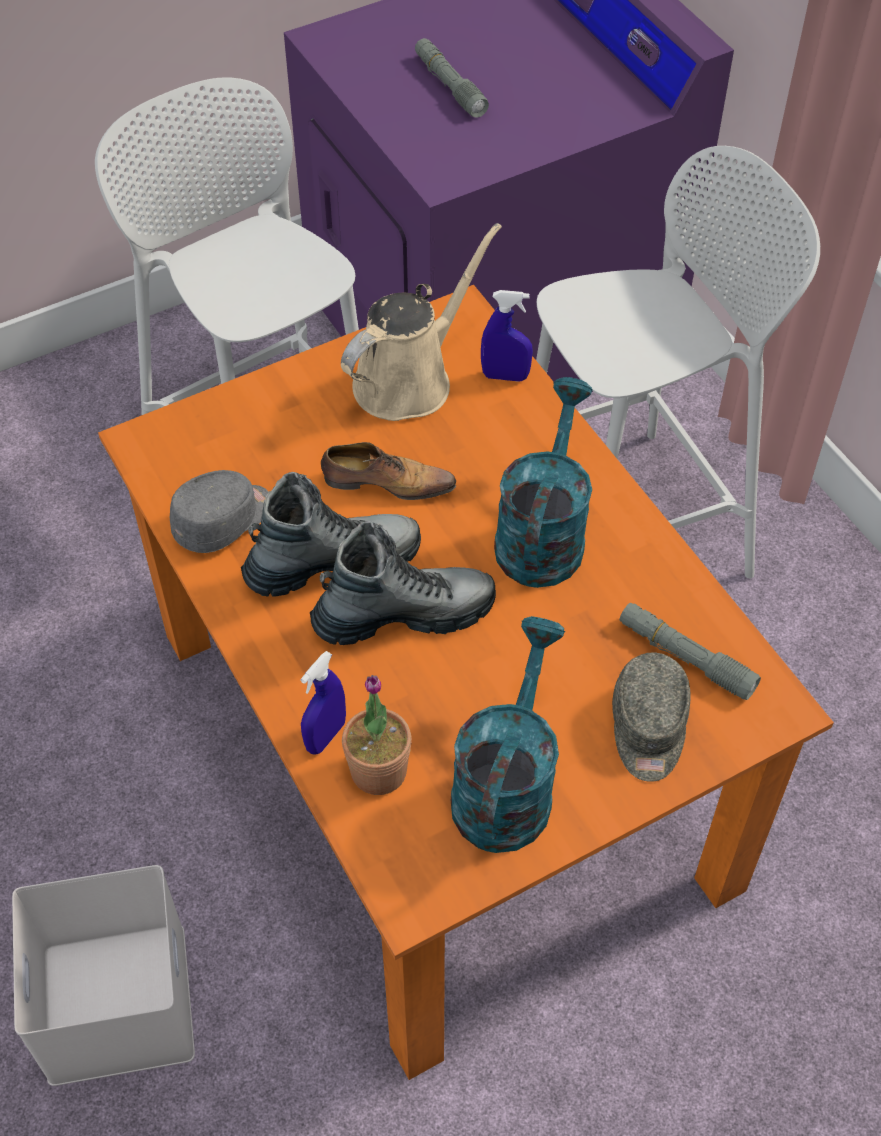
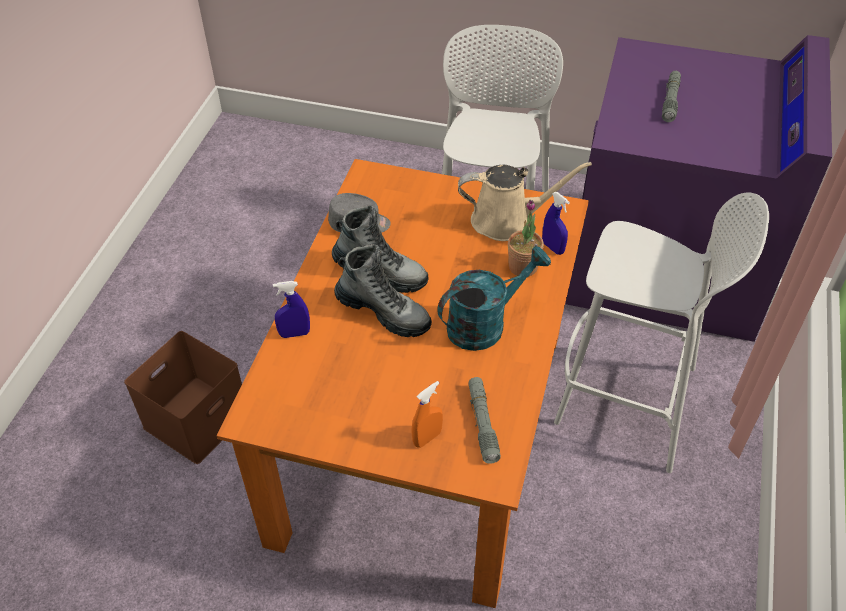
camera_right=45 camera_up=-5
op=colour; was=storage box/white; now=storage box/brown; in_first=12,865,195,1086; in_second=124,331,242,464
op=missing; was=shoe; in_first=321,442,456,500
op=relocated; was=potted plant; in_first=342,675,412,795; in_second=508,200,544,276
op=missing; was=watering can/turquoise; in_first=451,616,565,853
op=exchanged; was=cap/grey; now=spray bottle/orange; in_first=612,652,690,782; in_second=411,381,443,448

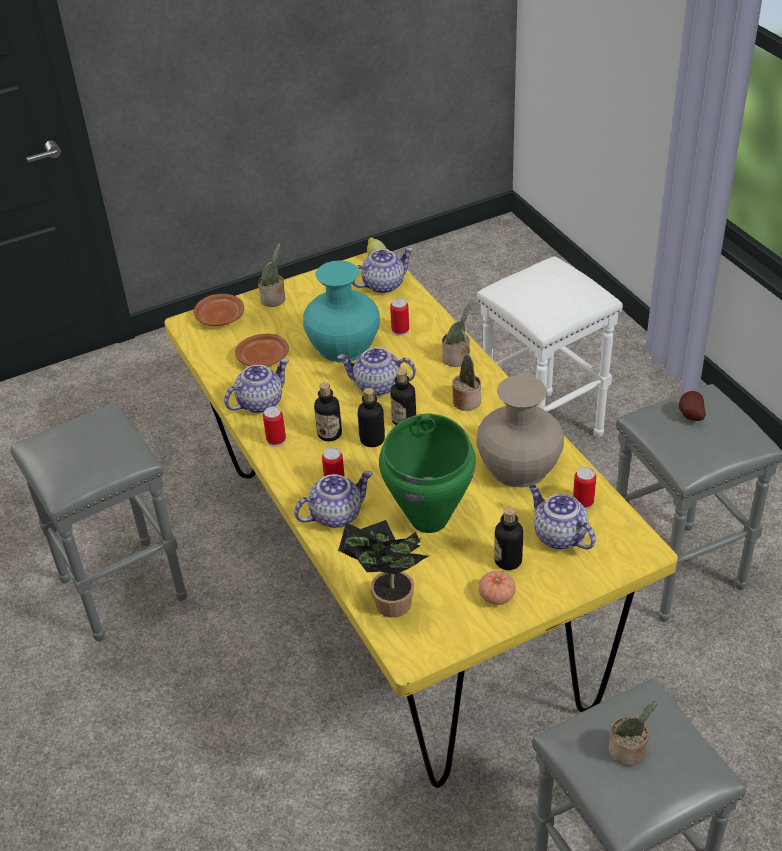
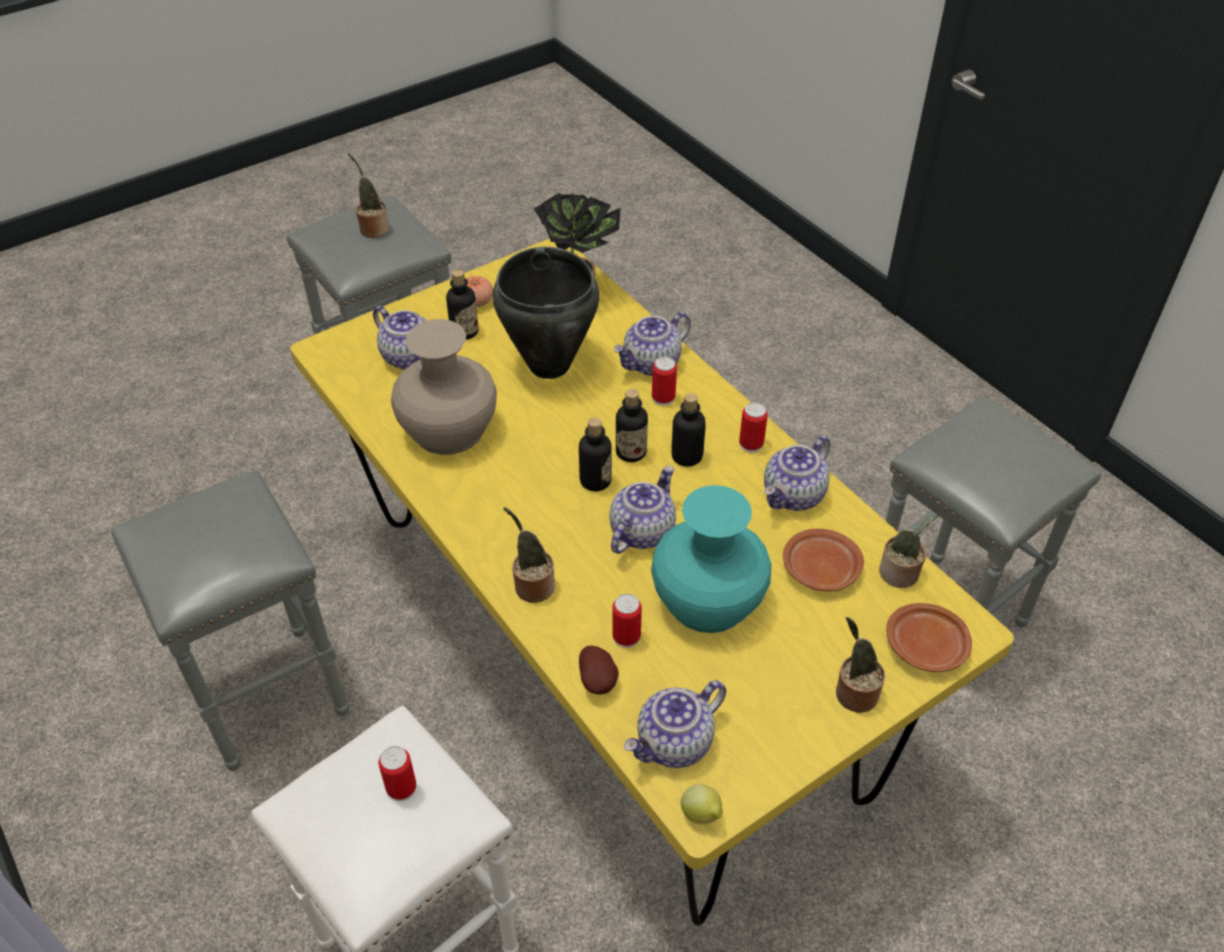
camera_right=170 camera_up=5
op=spun; was=teapot; in_first=337,347,416,396; in_second=609,466,676,554; clockwise=-60
op=colour; was=cooking pot/green; now=cooking pot/black; in_first=379,414,476,533; in_second=492,246,599,379
op=relocated; was=potted plant; in_first=452,329,481,411; in_second=879,516,935,588
op=relocated; was=can; in_first=573,467,596,509; in_second=379,746,416,801
op=relocated; was=potato; in_first=678,391,706,421; in_second=579,645,619,694

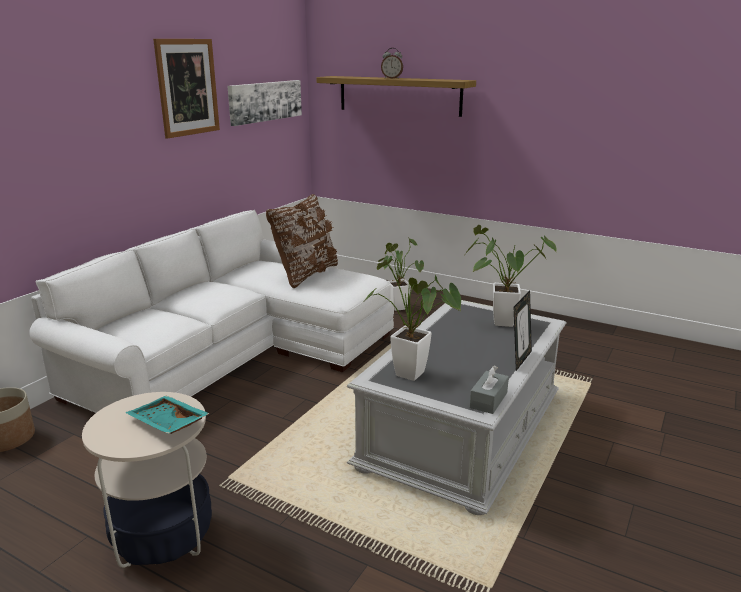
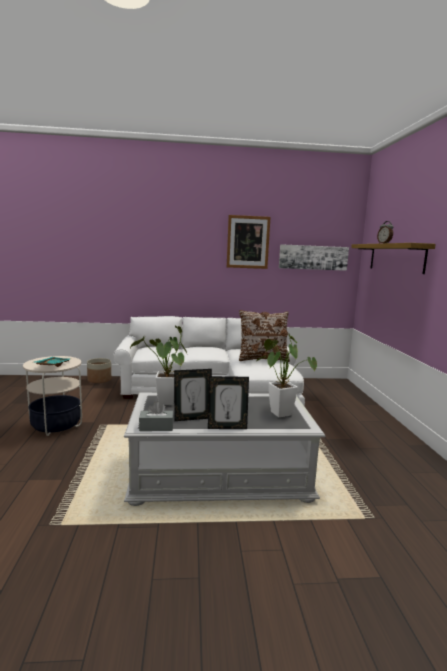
camera_right=55 camera_up=-10
op=missing; was=potted plant; in_first=378,237,424,311
op=appeared; now=picture frame; in_second=174,369,212,421

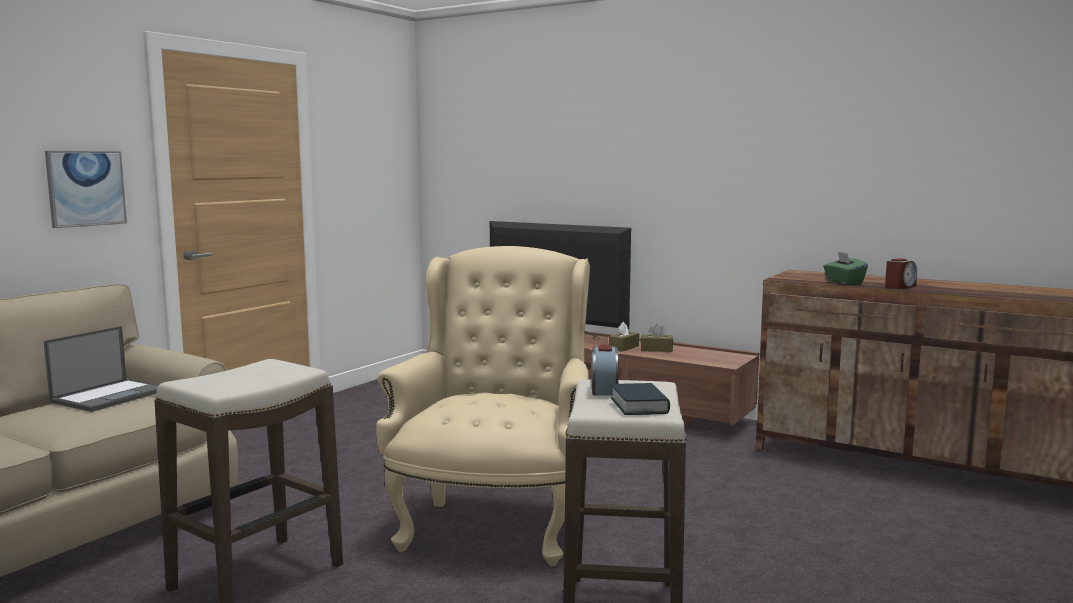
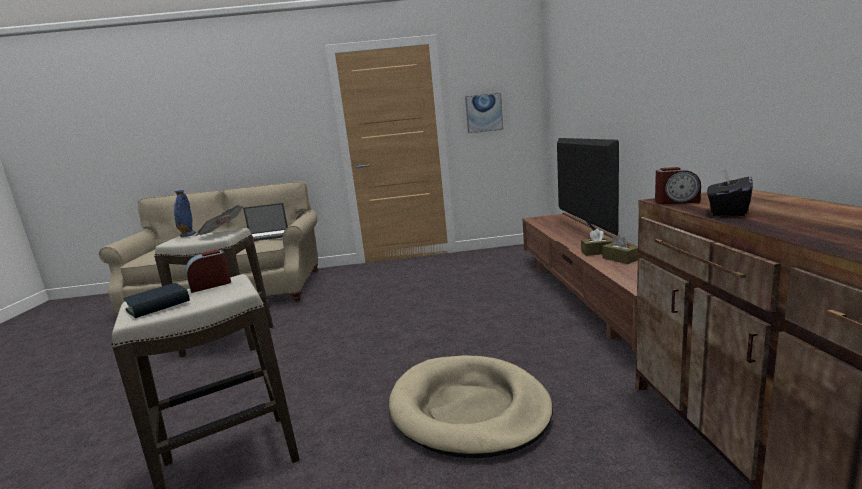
camera_right=55 camera_up=5
op=relocated; was=picture; in_first=45,151,127,228; in_second=465,93,503,133
op=missing; was=armchair/beige; in_first=376,246,590,566
op=colour; was=tissue box/green; now=tissue box/black; in_first=823,252,868,284; in_second=707,167,753,216
op=relocated; was=alarm clock; in_first=885,258,917,289; in_second=655,167,701,204
op=appeared; now=vase/blue; in_second=174,190,196,237
op=appeared; now=newspaper; in_second=195,205,243,236
op=appeared; now=dog bed/beige; in_second=389,355,553,458

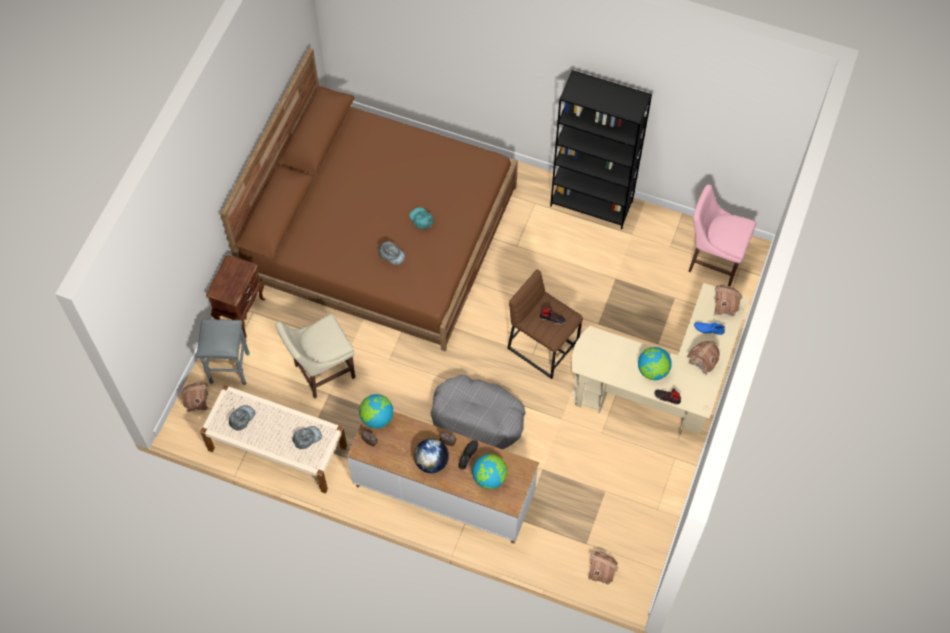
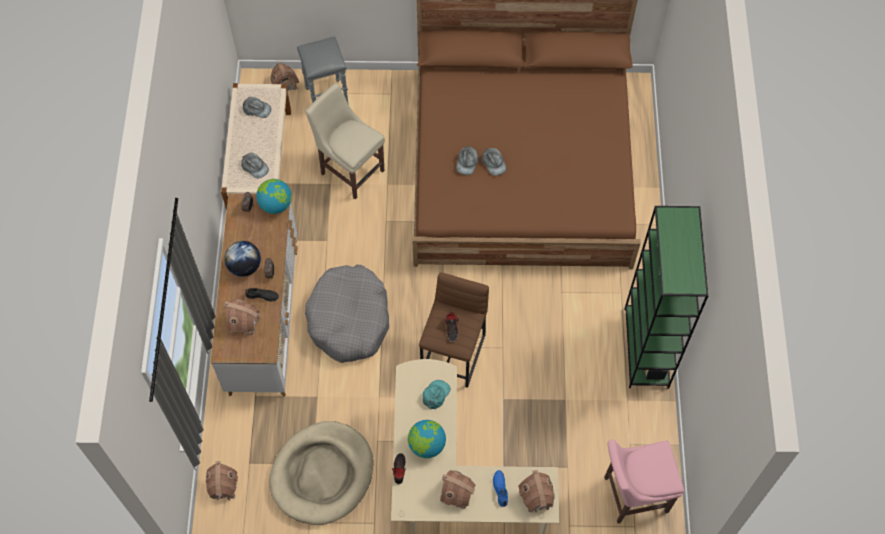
camera_right=70 camera_up=0
op=missing; was=nightstand/brown; in_first=206,255,266,338
op=relocated; was=cap/turquoise; in_first=409,207,434,229; in_second=423,380,451,409
op=exchanged; was=globe; now=toy house; in_first=472,454,507,489; in_second=224,299,260,335
op=colour; was=bookcase/black; now=bookcase/green; in_first=550,70,652,229; in_second=624,206,709,389
op=spun; was=chair/pink; in_first=688,184,756,287; in_second=604,439,684,523; clockwise=-105
op=appeared; now=dog bed/beige; in_second=270,421,373,525
op=appeared; now=cap/grey; in_second=482,148,507,176

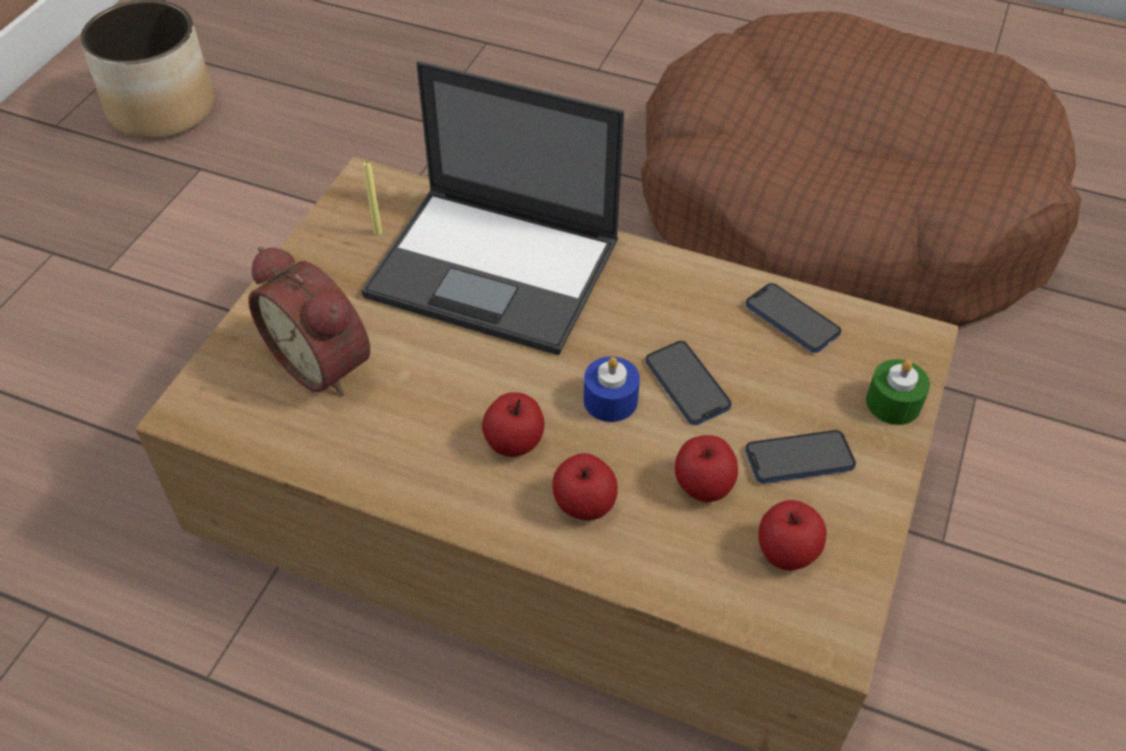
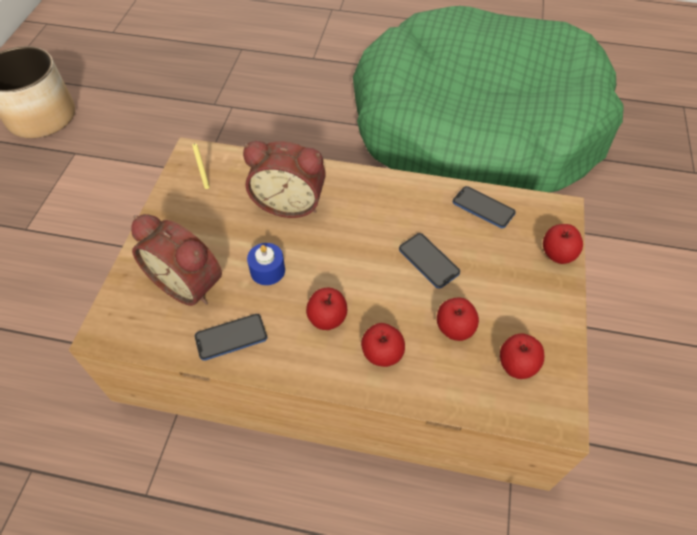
camera_right=-10 camera_up=5
op=exchanged; was=laptop; now=alarm clock; in_first=361,61,624,355; in_second=243,141,326,218
op=relocated; was=candle/blue; in_first=584,356,640,422; in_second=247,243,285,285
op=colour; was=dog bed/brown; now=dog bed/green; in_first=641,11,1081,327; in_second=353,6,624,192
op=relocated; was=phone; in_first=745,430,856,483; in_second=194,314,267,361
op=exchanged; was=candle/green; now=apple; in_first=866,359,930,425; in_second=543,224,583,264

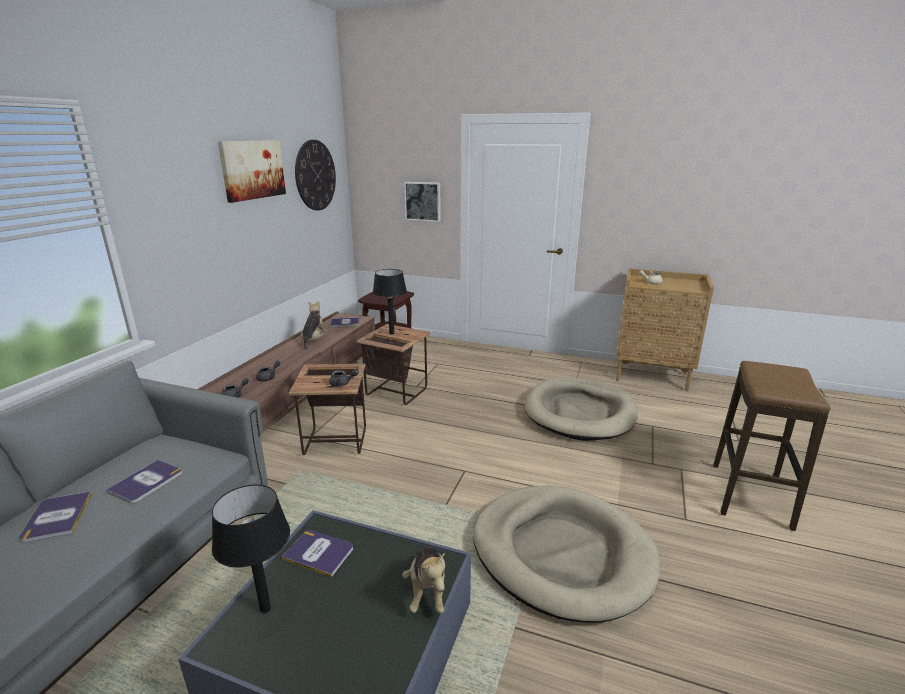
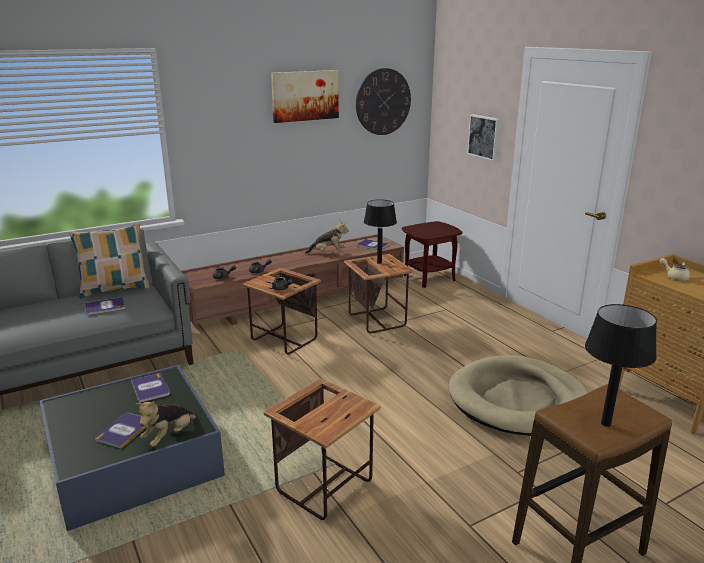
camera_right=40 camera_up=0
op=relocated; was=book; in_first=19,491,92,543; in_second=95,413,147,449
op=relocated; was=table lamp/black; in_first=212,485,290,613; in_second=585,304,657,427
op=spun; was=plush toy; in_first=301,301,327,350; in_second=305,220,349,254; clockwise=45
op=exchanged; was=dog bed/beige; now=side table; in_first=473,485,660,623; in_second=264,378,381,520
op=appeared; now=pillow; in_second=69,224,149,299

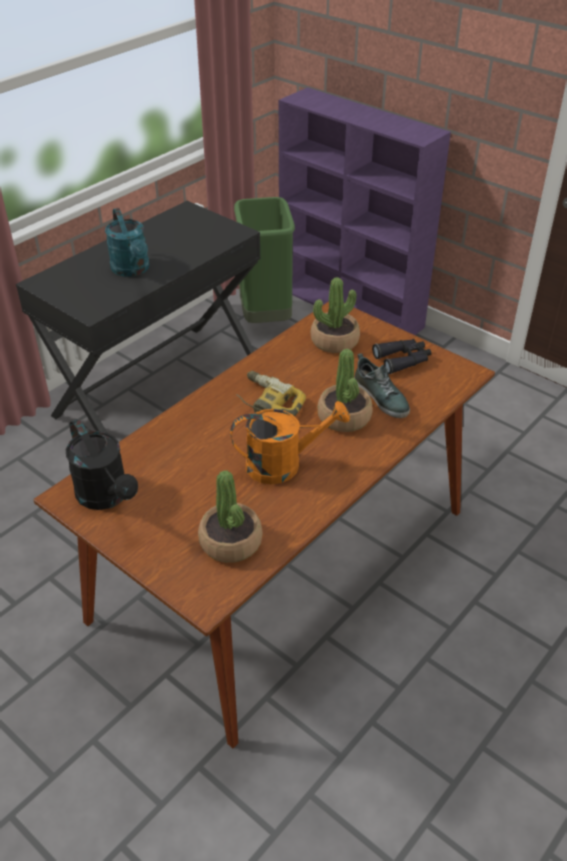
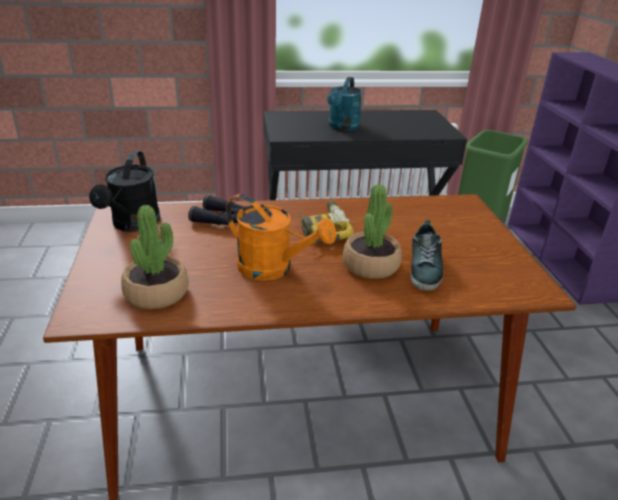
camera_right=40 camera_up=-10
op=missing; was=potted plant; in_first=311,277,360,353
op=relocated; was=binoculars/black; in_first=372,339,431,374; in_second=188,195,246,225

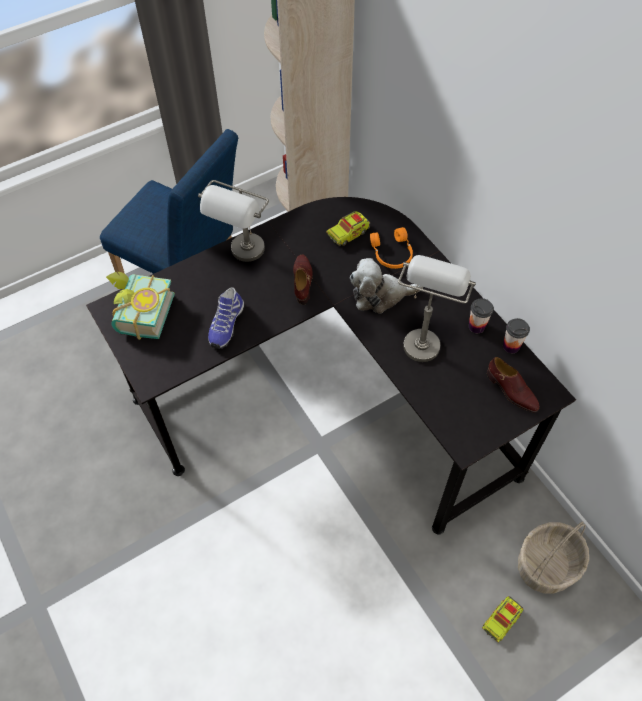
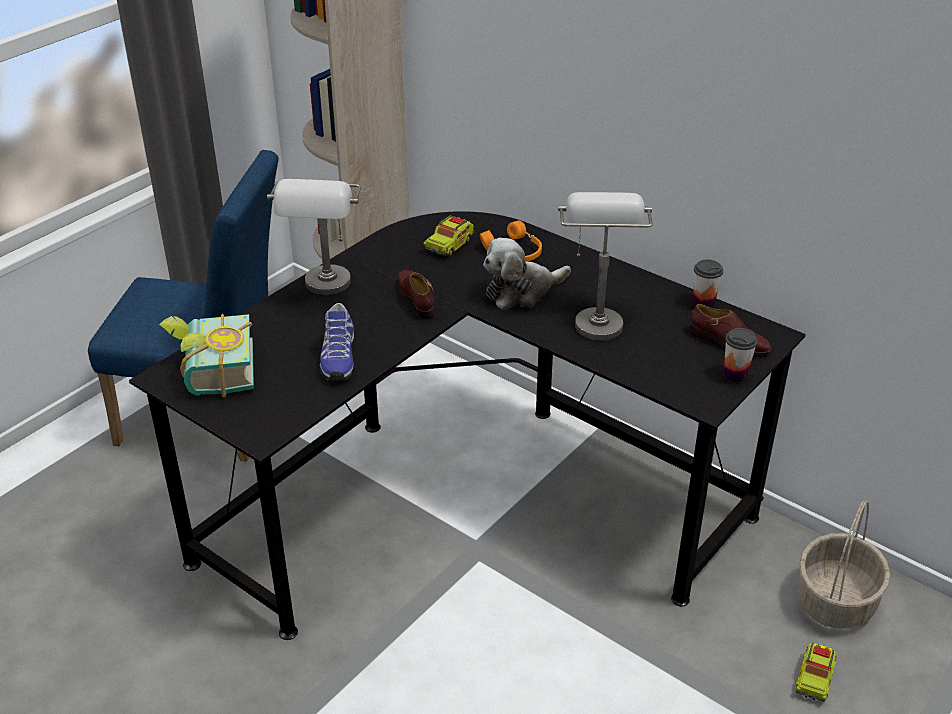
camera_right=-20 camera_up=-20
op=relocated; was=cup; in_first=469,298,494,333; in_second=724,328,758,383

